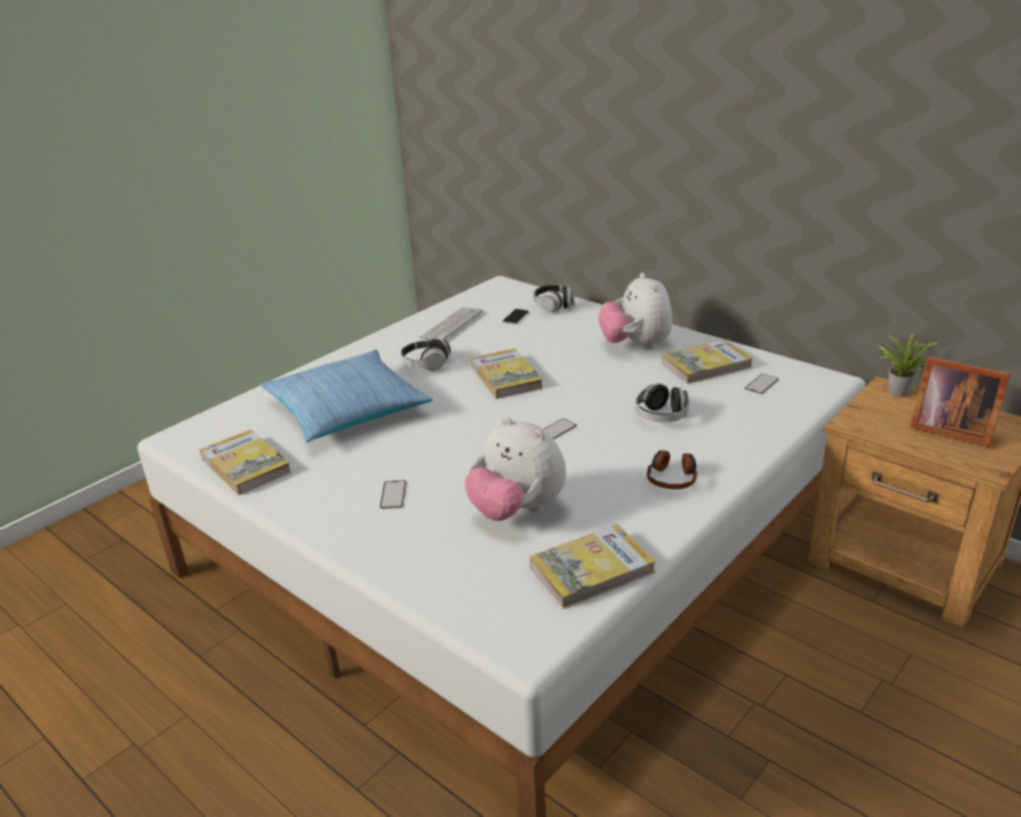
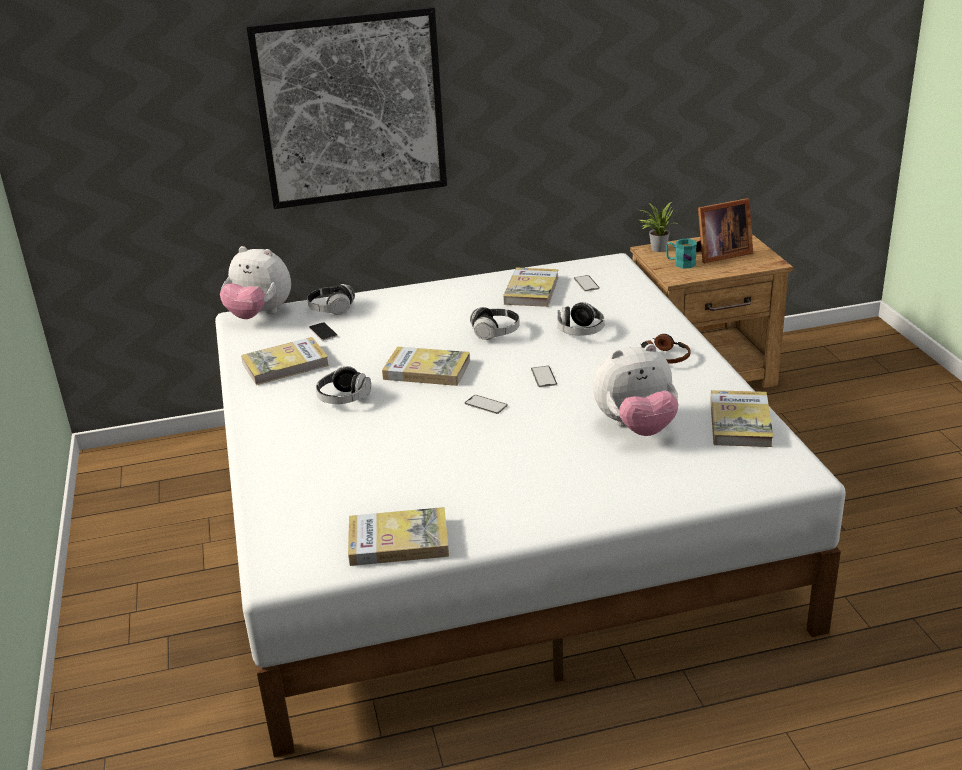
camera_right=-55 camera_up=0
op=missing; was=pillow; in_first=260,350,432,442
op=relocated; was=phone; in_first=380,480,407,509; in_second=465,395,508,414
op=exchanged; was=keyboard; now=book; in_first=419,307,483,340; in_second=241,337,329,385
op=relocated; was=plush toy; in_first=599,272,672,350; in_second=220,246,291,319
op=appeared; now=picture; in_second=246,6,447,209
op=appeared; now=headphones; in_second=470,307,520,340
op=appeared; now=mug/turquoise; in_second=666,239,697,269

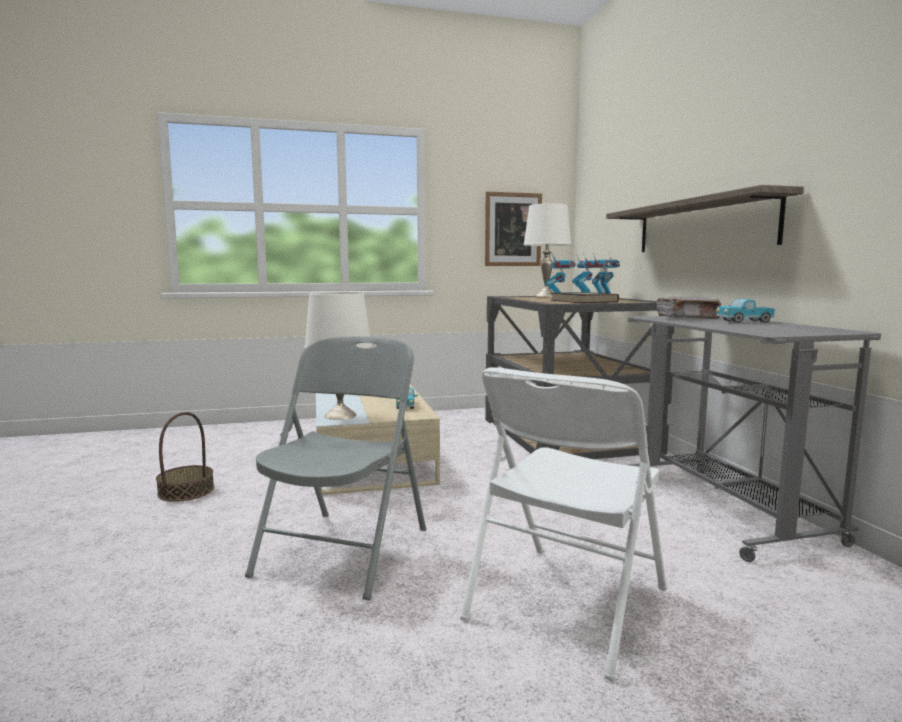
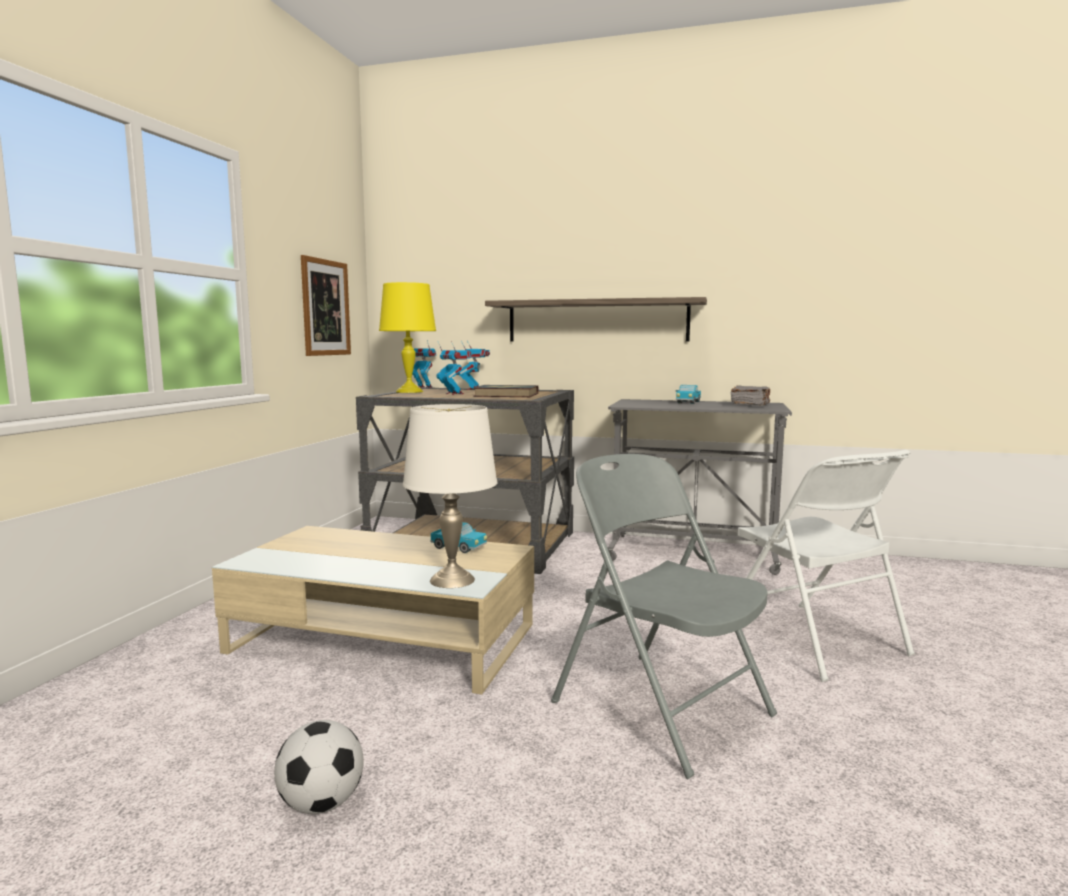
camera_right=-60 camera_up=0
op=exchanged; was=basket; now=football; in_first=156,412,214,502; in_second=274,720,364,814
op=colour; was=table lamp/white; now=table lamp/yellow; in_first=524,203,571,297; in_second=379,282,436,393
op=relocated; was=book/grey; in_first=656,296,721,319; in_second=731,385,770,405

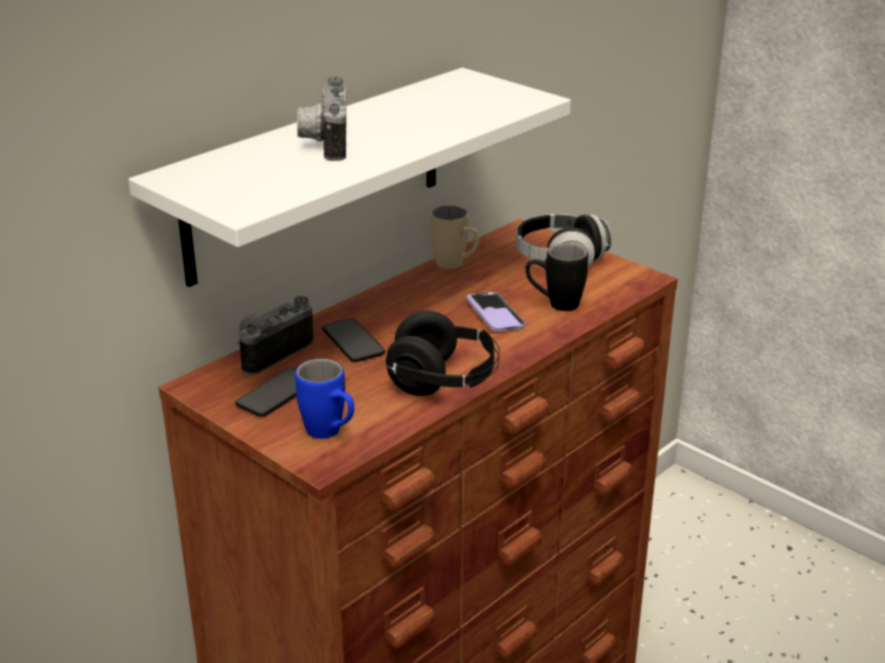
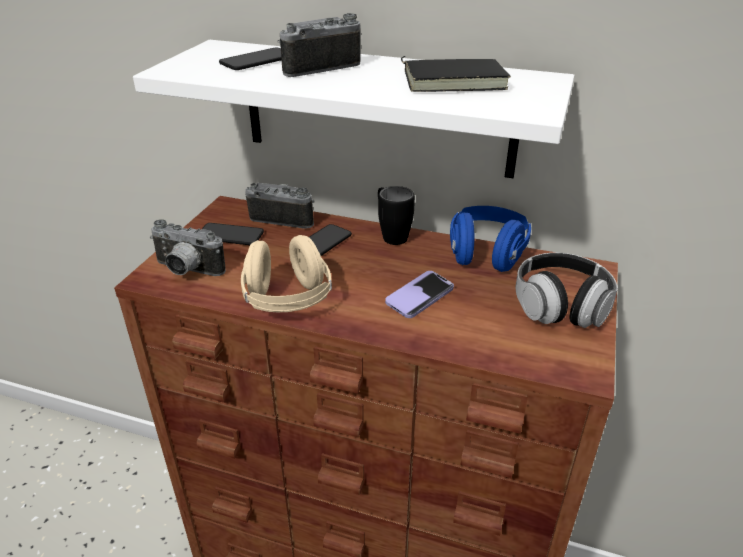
camera_right=65 camera_up=5
op=exchanged; was=mug/blue; now=photo camera; in_first=295,359,354,439; in_second=150,219,226,276
op=colour; was=headphones/black; now=headphones/beige; in_first=386,311,500,396; in_second=241,235,332,312
op=exchanged; was=mug/beige; now=headphones/blue; in_first=430,205,480,269; in_second=450,206,531,272
op=relocated; was=mug/black; in_first=526,244,588,311; in_second=378,186,415,245
op=appeared; now=phone; in_second=219,48,281,70
op=appeared; now=book/black; in_second=401,56,511,92

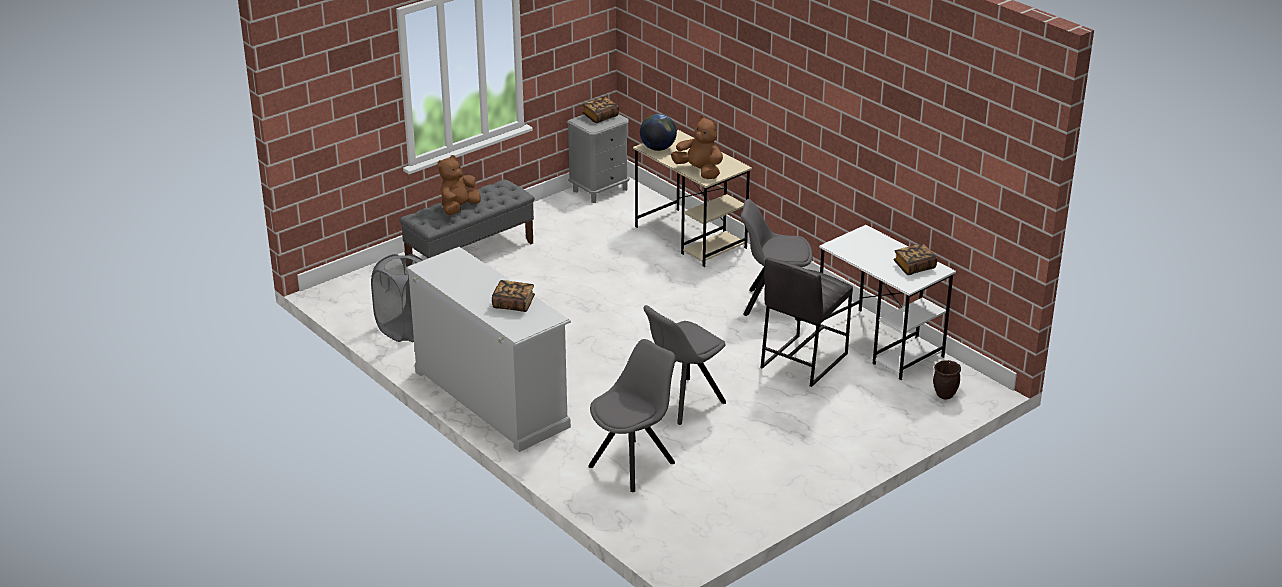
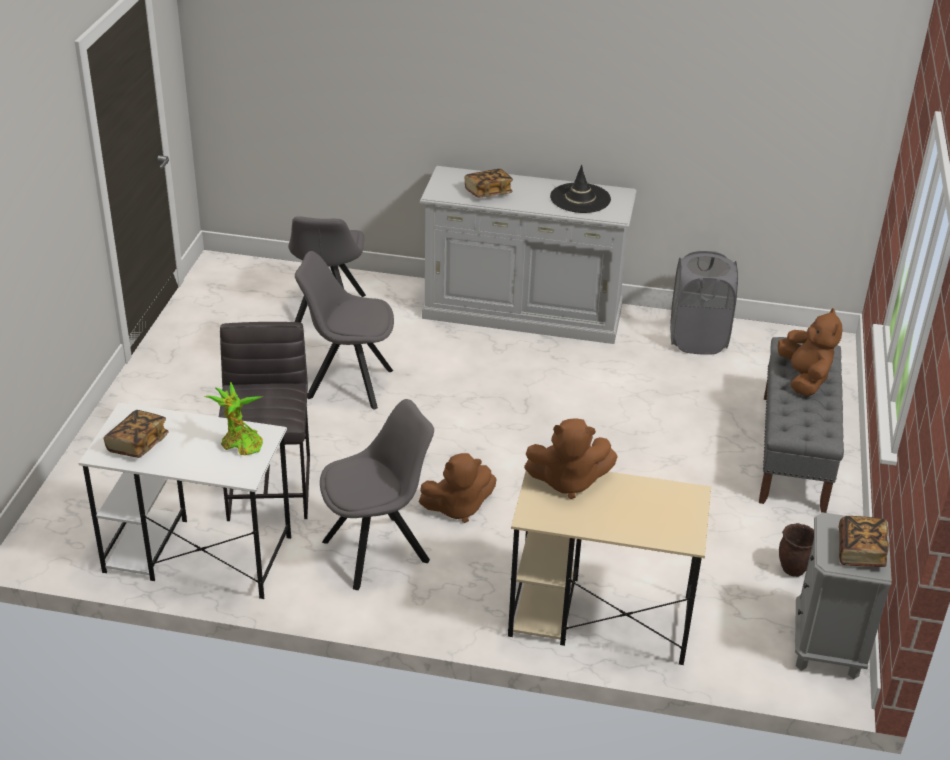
camera_right=140 camera_up=5
op=missing; was=globe; in_first=640,114,677,151
op=spun; was=chair/grey; in_first=643,305,726,425; in_second=295,251,394,410; clockwise=-90
op=relocated; was=planter/brown; in_first=933,360,961,400; in_second=779,523,814,577
op=appeared; now=potted plant; in_second=205,382,263,455
op=appeared; now=plush toy/brown; in_second=419,453,497,523
op=appeared; now=hat/black; in_second=550,165,611,213

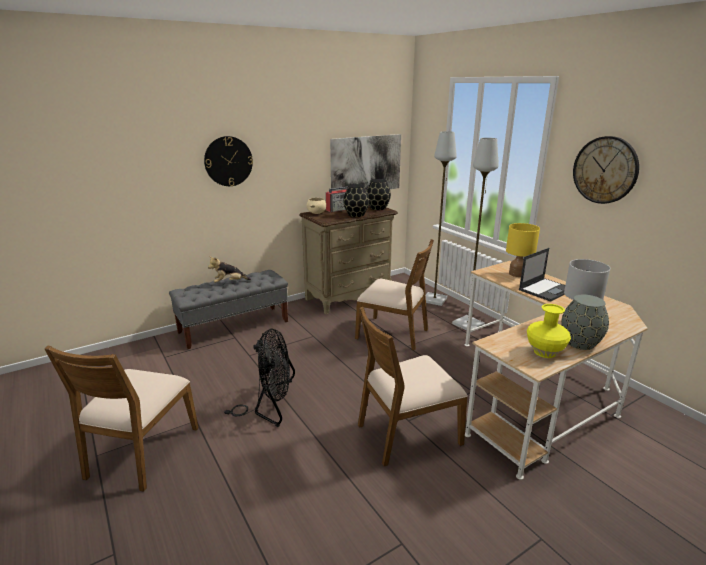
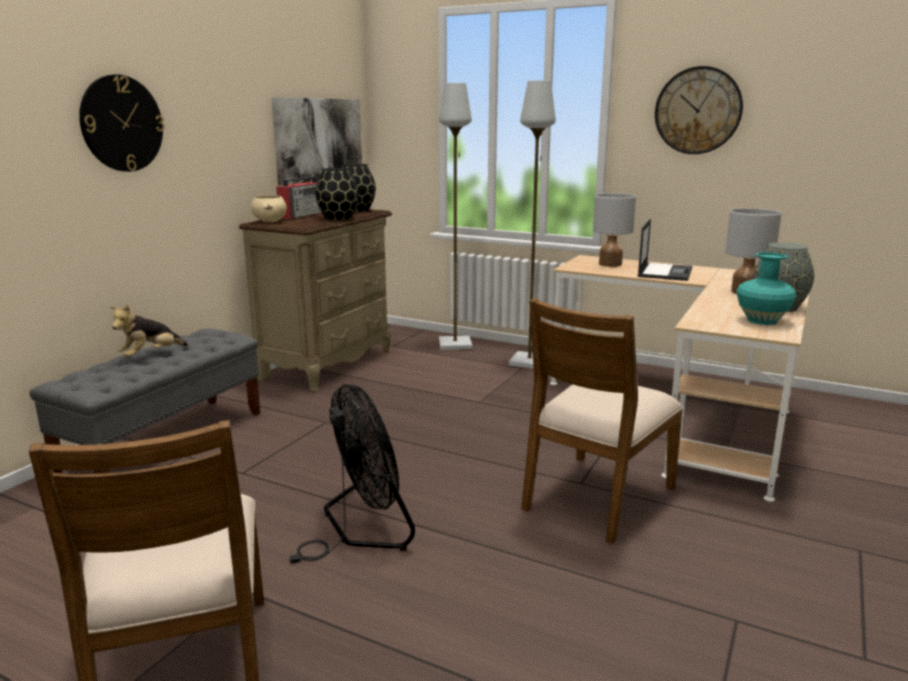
camera_right=-30 camera_up=-5
op=missing; was=chair/brown; in_first=355,239,434,350
op=colour; was=table lamp/yellow; now=table lamp/grey; in_first=506,223,540,277; in_second=593,193,636,267
op=colour; was=vase/yellow; now=vase/turquoise; in_first=527,304,571,358; in_second=737,252,797,325

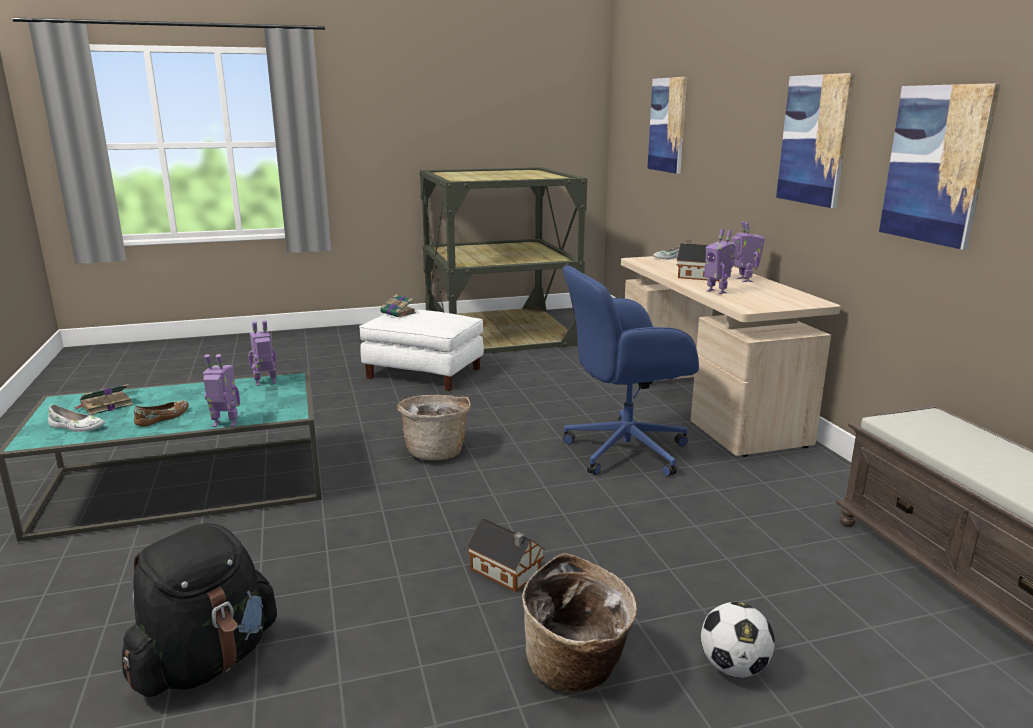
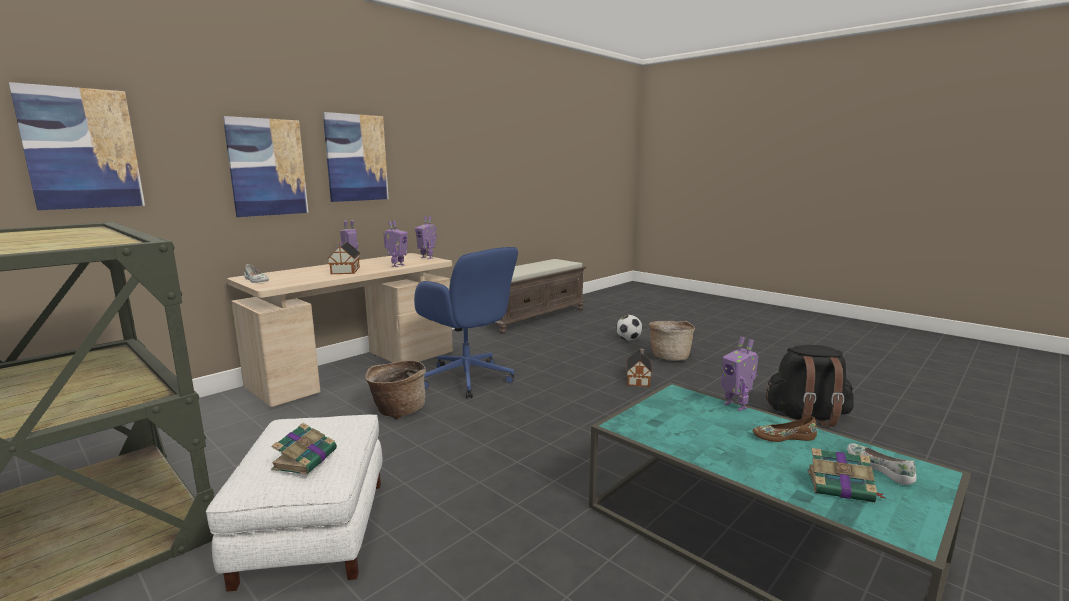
camera_right=-120 camera_up=-5
op=relocated; was=toy robot; in_first=248,320,276,386; in_second=415,216,437,259
op=relocated; was=basket; in_first=397,395,471,460; in_second=365,360,426,420
op=relocated; was=picture; in_first=879,83,1001,250; in_second=223,116,308,217

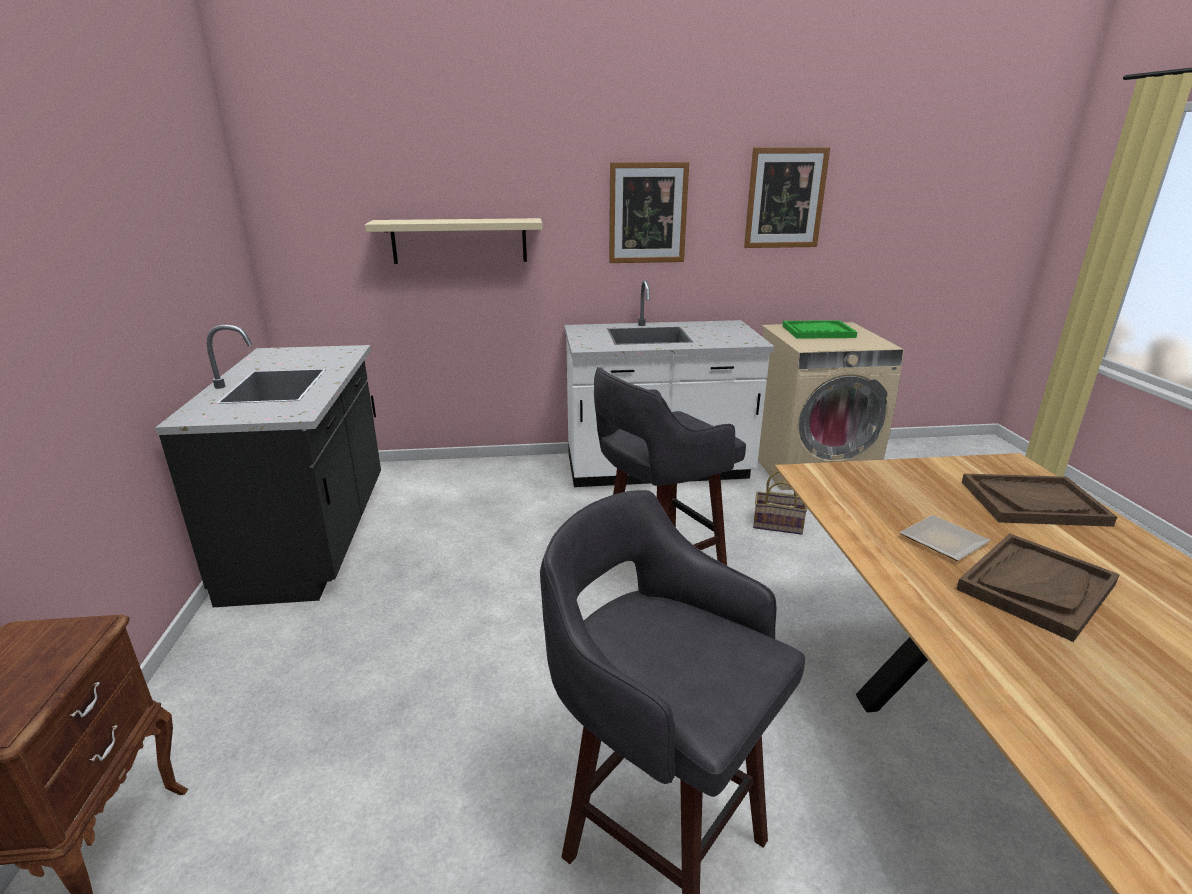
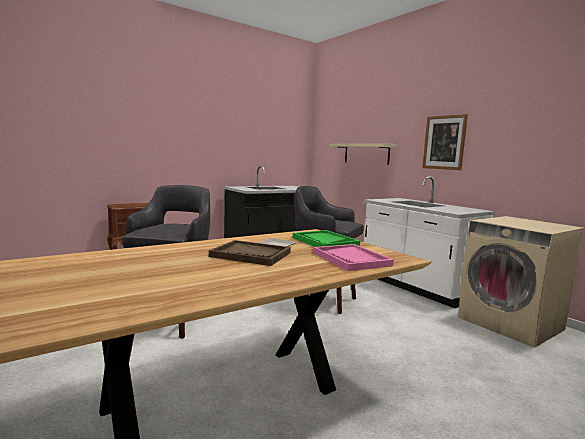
camera_right=60 camera_up=-15
op=missing; was=picture; in_first=744,147,830,248
op=missing; was=basket; in_first=753,471,807,535
op=relocated; was=tray/green; in_first=783,320,857,339; in_second=293,230,360,247
op=colour; was=tray/brown; now=tray/pink; in_first=962,473,1117,527; in_second=313,244,394,271

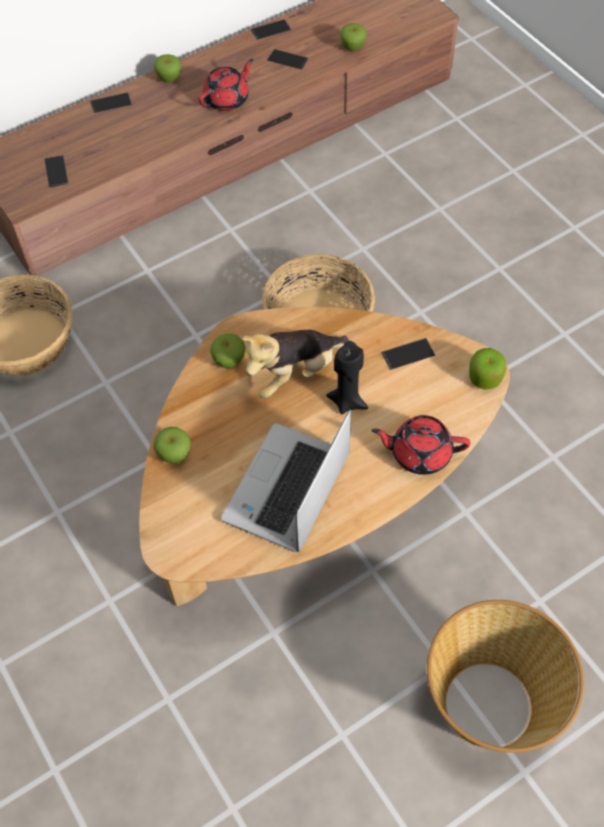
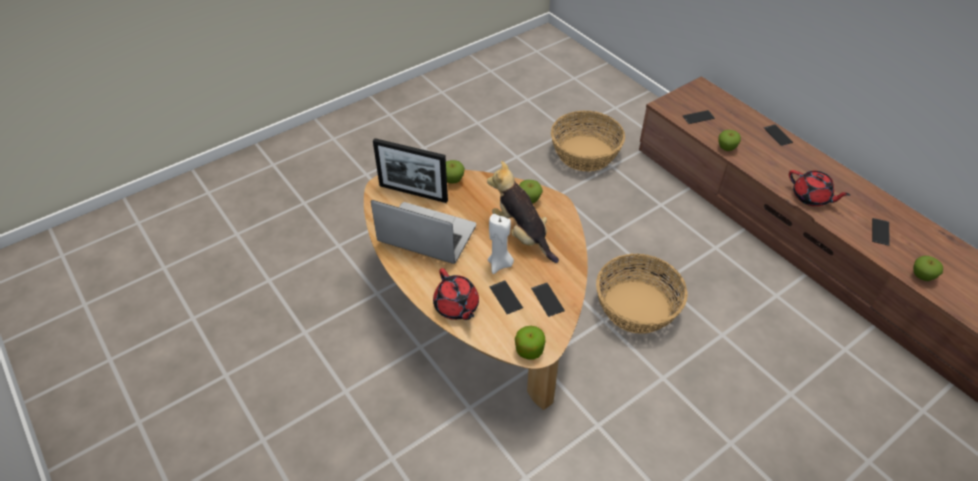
camera_right=85 camera_up=-10
op=relocated; was=apple; in_first=154,54,181,83; in_second=719,130,741,151
op=relocated; was=phone; in_first=251,19,291,40; in_second=489,280,523,314
op=colour; was=candle/black; now=candle/white; in_first=326,341,368,414; in_second=488,214,514,274
op=spun; was=teapot/red; in_first=371,415,470,475; in_second=433,268,479,320; clockwise=150
op=missing; was=basket; in_first=427,600,584,753
op=appeared; now=picture frame; in_second=373,138,448,203

